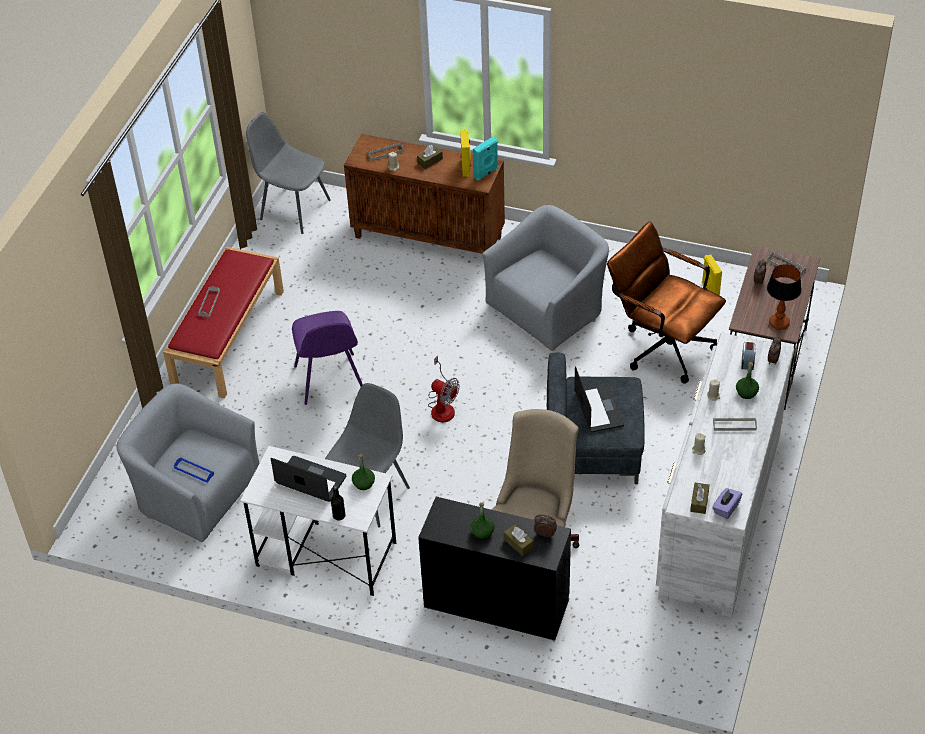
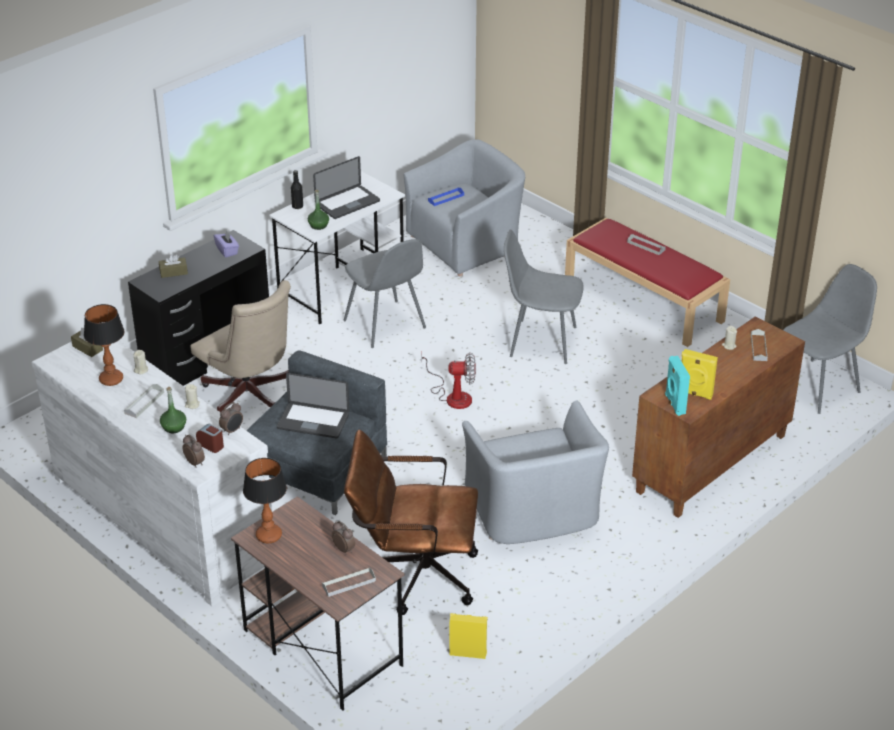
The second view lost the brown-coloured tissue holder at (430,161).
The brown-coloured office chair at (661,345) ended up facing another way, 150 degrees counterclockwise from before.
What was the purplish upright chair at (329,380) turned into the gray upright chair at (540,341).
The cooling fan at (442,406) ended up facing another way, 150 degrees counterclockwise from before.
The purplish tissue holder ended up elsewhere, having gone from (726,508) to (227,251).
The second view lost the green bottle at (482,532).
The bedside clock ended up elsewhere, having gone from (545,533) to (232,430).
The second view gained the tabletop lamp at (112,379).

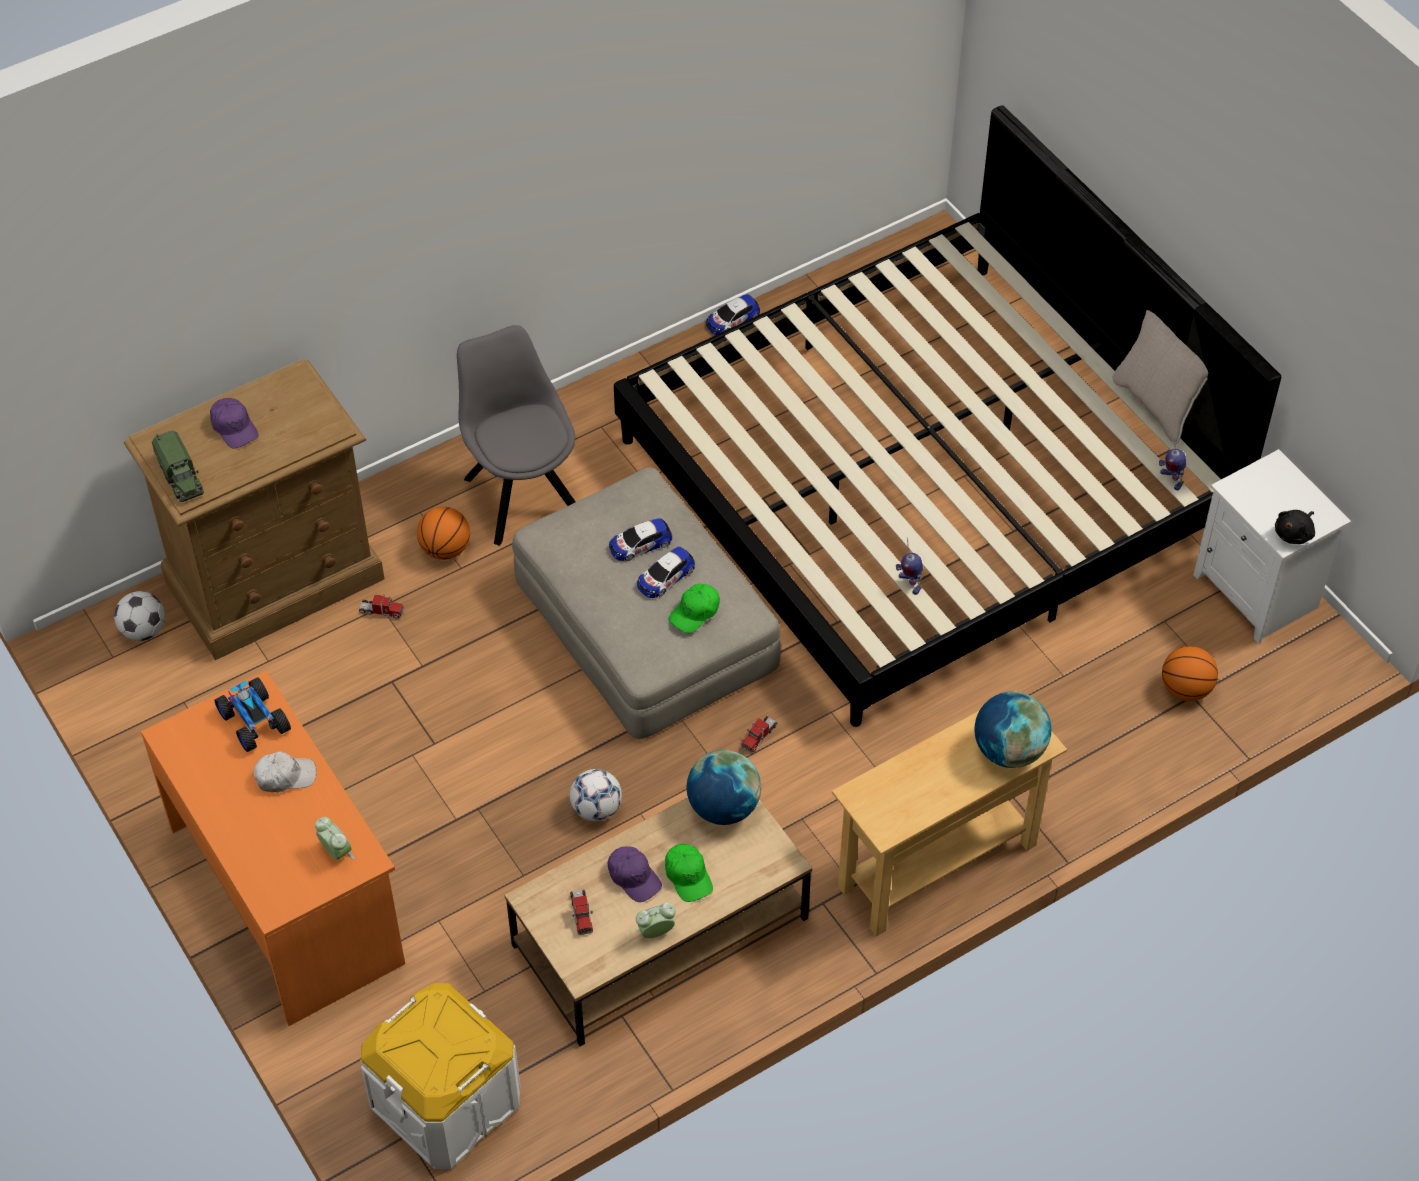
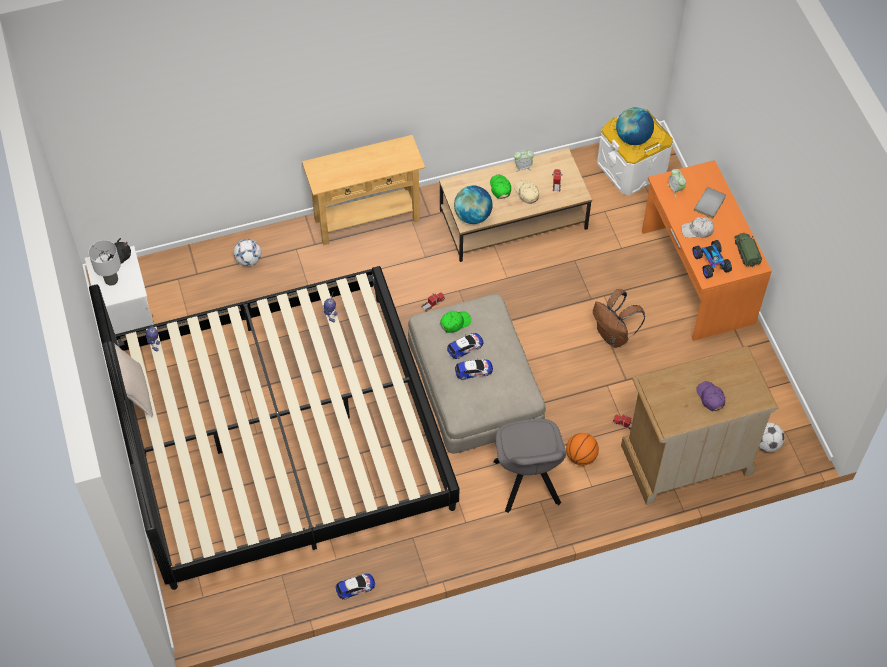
The model truck ended up elsewhere, having gone from (180,477) to (746,252).
The second view lost the ball for basketball at (1185,689).
The world globe ended up elsewhere, having gone from (1009,750) to (633,138).
The ball for football ended up elsewhere, having gone from (596,809) to (248,260).
What was the purplish baseball cap at (634,877) turned into the beige baseball cap at (526,193).
The second view gained the gray book at (710,204).
The second view gained the white-coloured tabletop lamp at (111,281).
The second view gained the brown-coloured rucksack at (614,336).

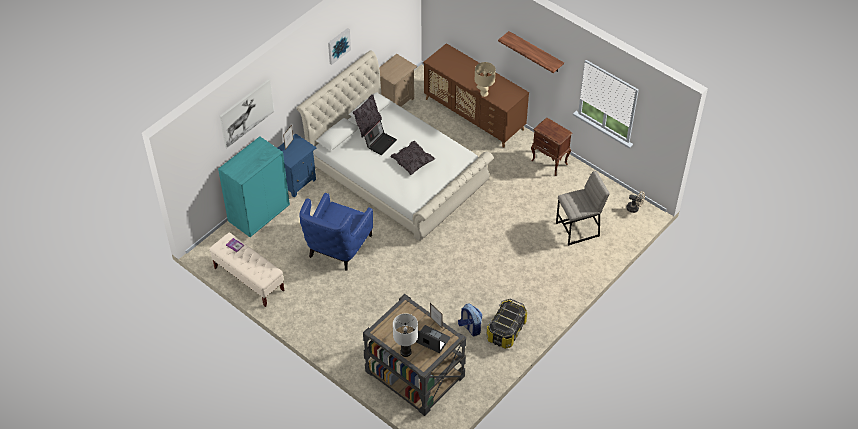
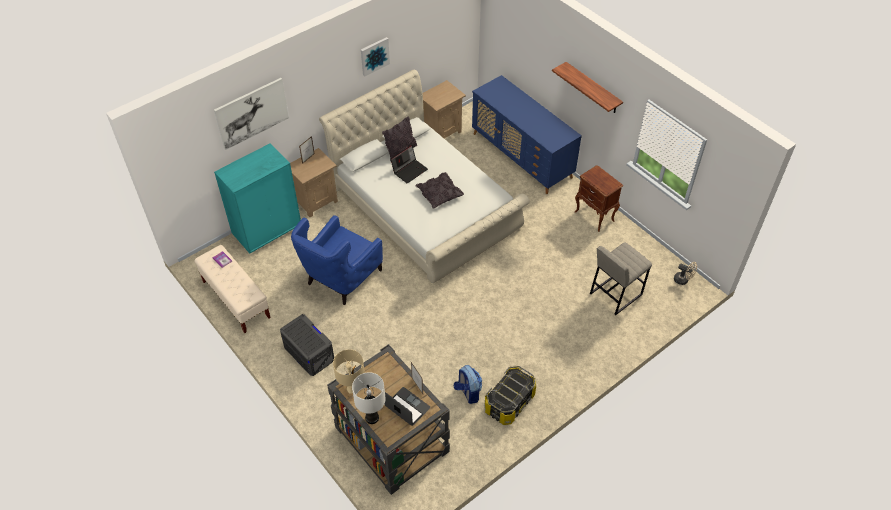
What was the brown-coloured drawer chest at (474,114) turned into the blue-coloured drawer chest at (521,155).
The beige tabletop lamp ended up elsewhere, having gone from (484,93) to (352,388).
What was the blue-coloured bedside table at (297,182) turned into the beige bedside table at (317,201).
The gray upright chair at (578,229) ended up facing another way, 150 degrees clockwise from before.
The second view gained the gray storage box at (309,353).

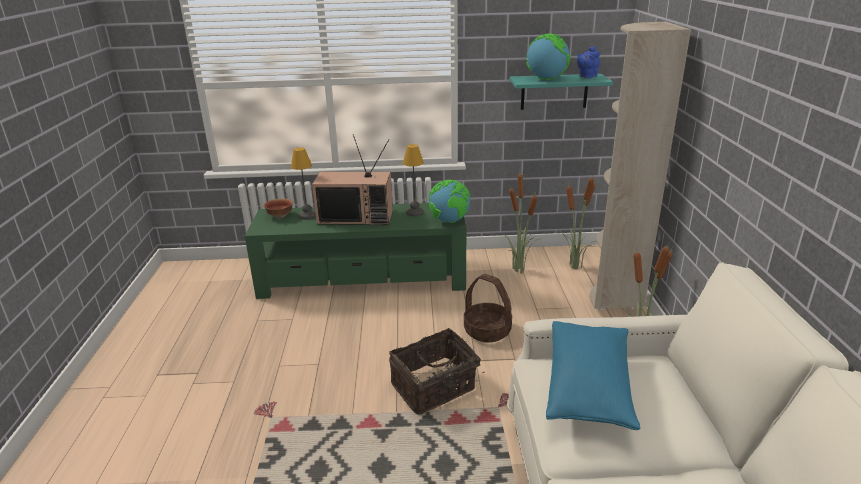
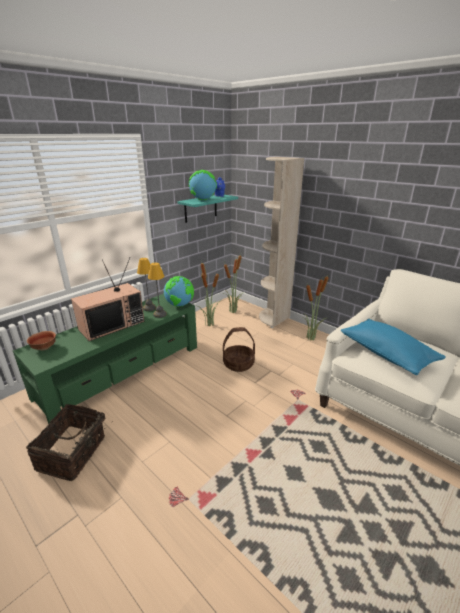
The tabletop lamp ended up elsewhere, having gone from (307,216) to (159,314).
The storage basket ended up elsewhere, having gone from (434,388) to (74,453).

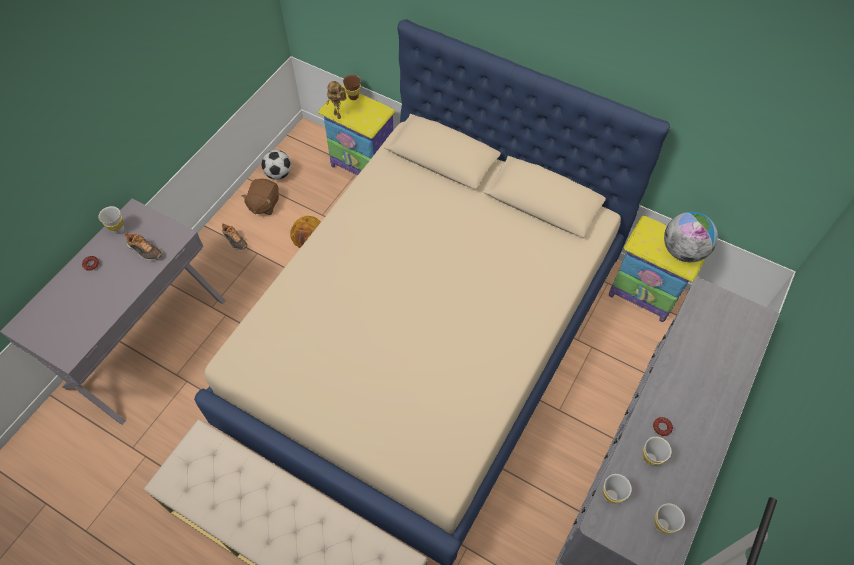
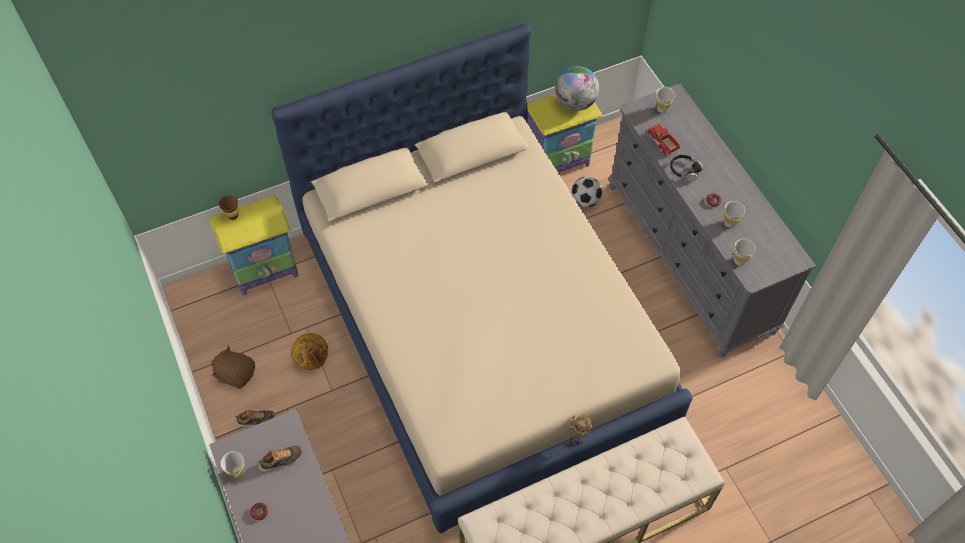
The toy robot ended up elsewhere, having gone from (339,115) to (578,440).
The ball for football ended up elsewhere, having gone from (279,174) to (585,200).
The brown-coloured plush toy at (264,204) ended up facing another way, 150 degrees clockwise from before.
The white-coloured small cup ended up elsewhere, having gone from (661,525) to (662,109).
The second view gained the model truck at (662,142).
The second view gained the black-coloured headphones at (685,170).

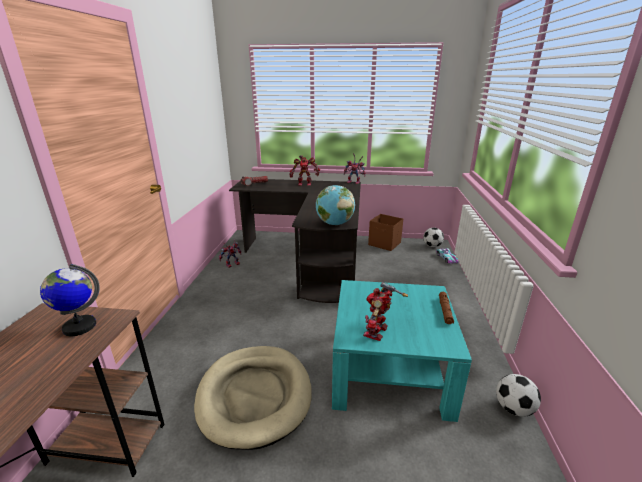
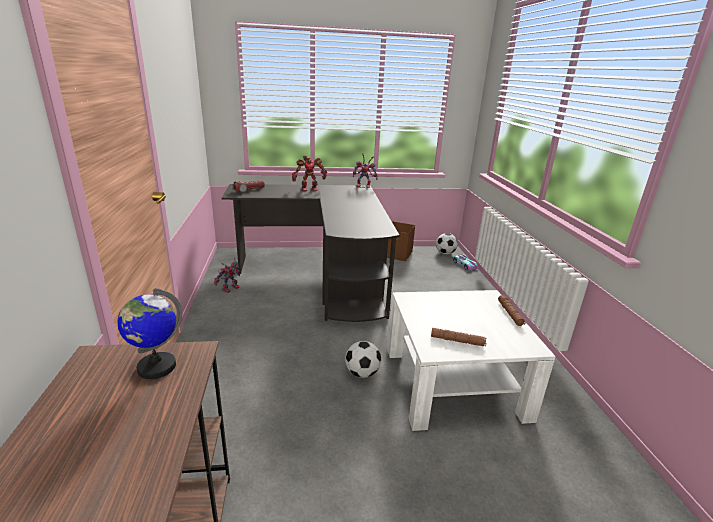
The second view lost the world globe at (334,224).
What was the turquoise coffee table at (390,370) turned into the white-coloured coffee table at (454,383).
Where the toy robot stood at (378,332), the brown-coloured torch came to stand at (457,341).
The second view lost the beige dog bed at (255,396).
The ball for football ended up elsewhere, having gone from (513,408) to (362,373).

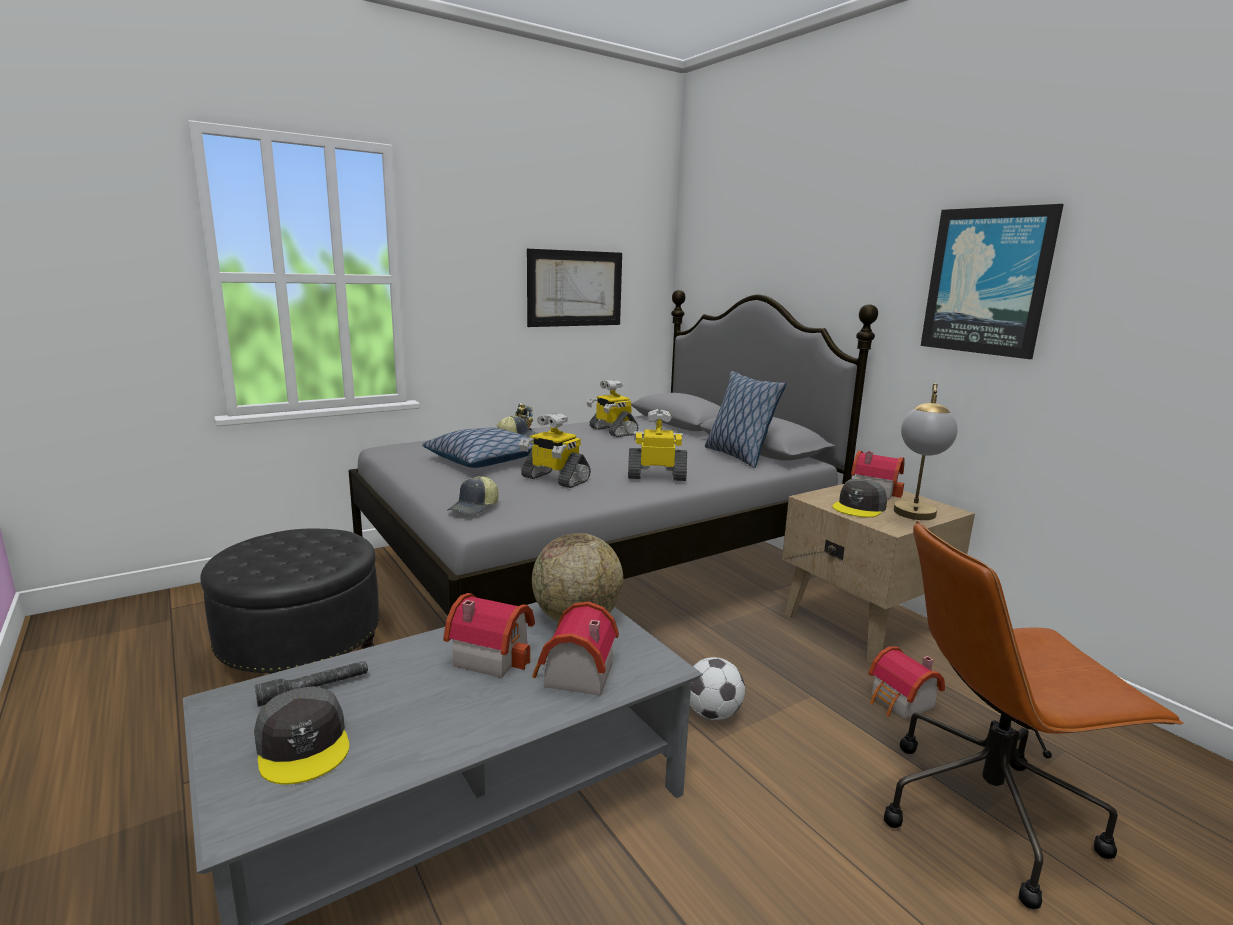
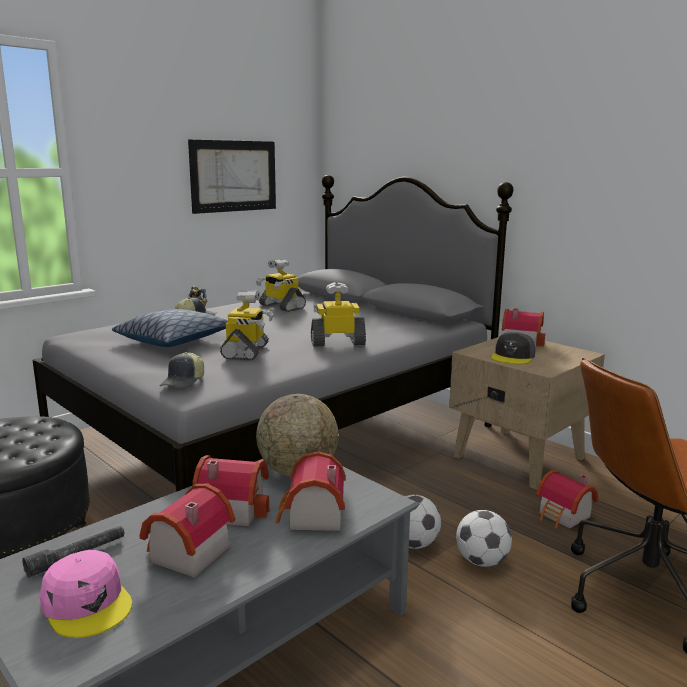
The second view lost the picture at (987,281).
The second view lost the pillow at (737,456).
The second view lost the tabletop lamp at (914,518).
The toy robot at (554,479) ended up facing another way, 105 degrees counterclockwise from before.
What was the gray baseball cap at (303,745) turned into the pinkish baseball cap at (87,603).
The second view gained the model house at (185,554).
The second view gained the ball for football at (481,561).

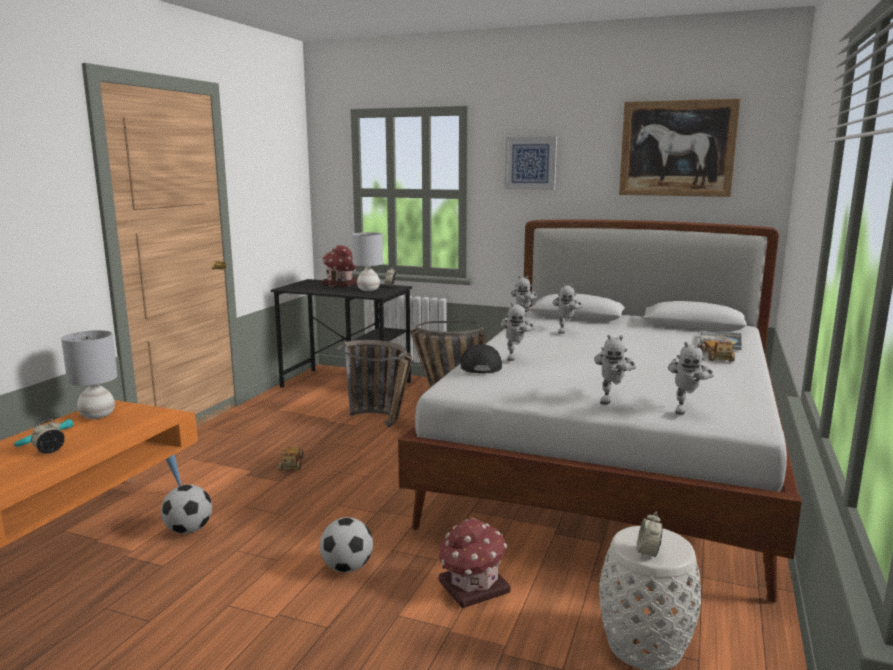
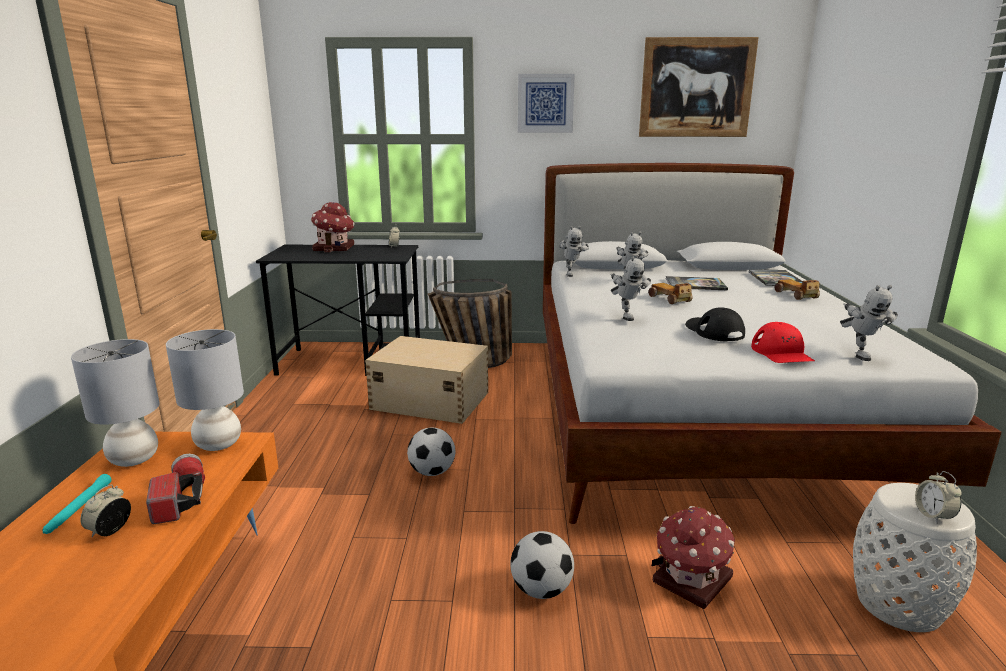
The gray tabletop lamp ended up elsewhere, having gone from (368,290) to (217,445).
Where the toy robot stood at (611,400), the reddish baseball cap came to stand at (782,353).
Where the storage basket stood at (383,421), the beige storage box came to stand at (429,400).
The black-coloured baseball cap ended up elsewhere, having gone from (480,365) to (714,331).
The model car ended up elsewhere, having gone from (291,464) to (670,299).
The ball for football ended up elsewhere, having gone from (189,530) to (432,472).
The second view gained the book at (695,284).
The second view gained the torch at (180,499).

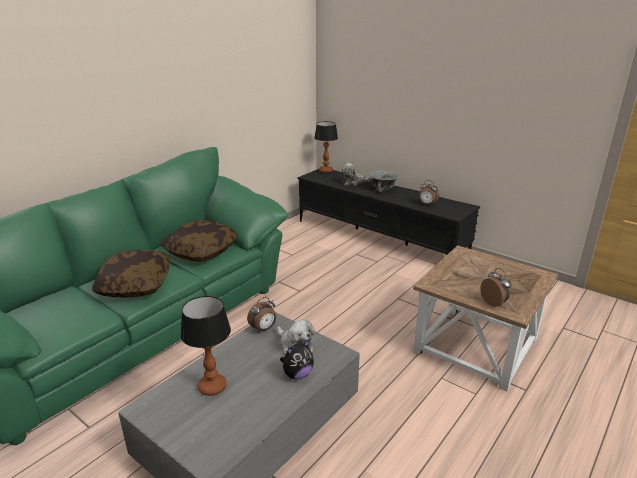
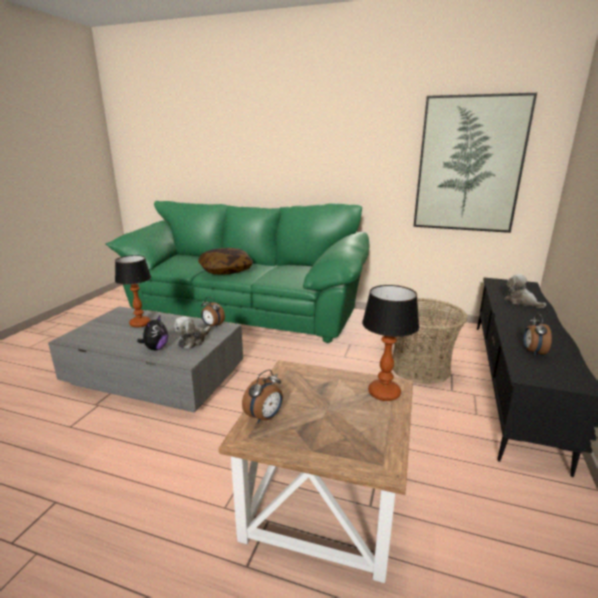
The tabletop lamp ended up elsewhere, having gone from (325,171) to (384,393).
The second view lost the gray bowl at (383,189).
The second view lost the pillow at (201,251).
The plush toy at (297,374) ended up facing another way, 105 degrees counterclockwise from before.
The second view gained the picture at (469,165).
The second view gained the storage basket at (420,367).

